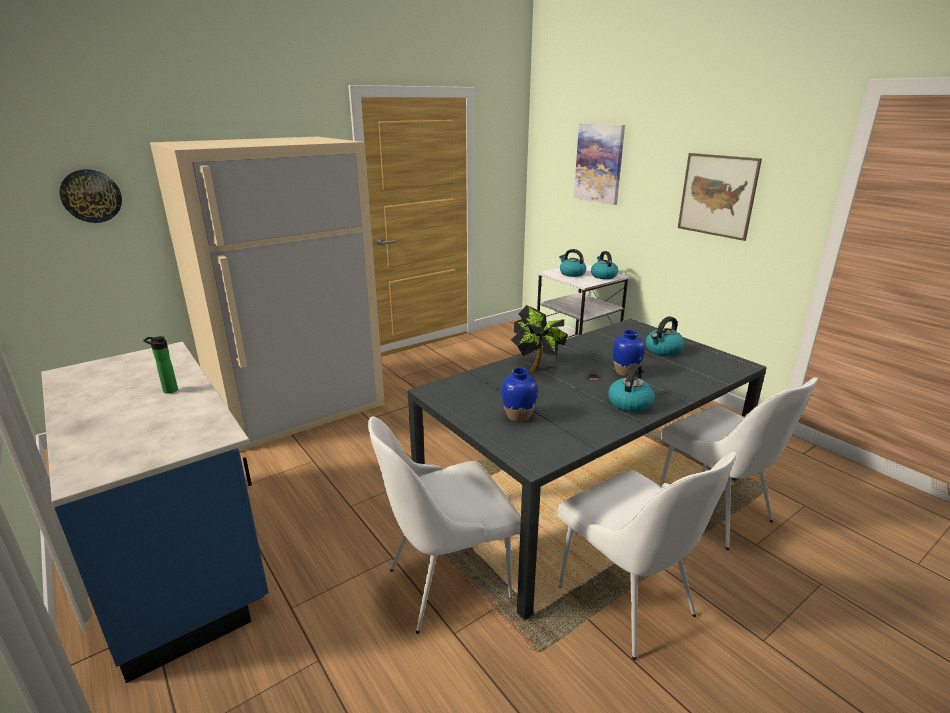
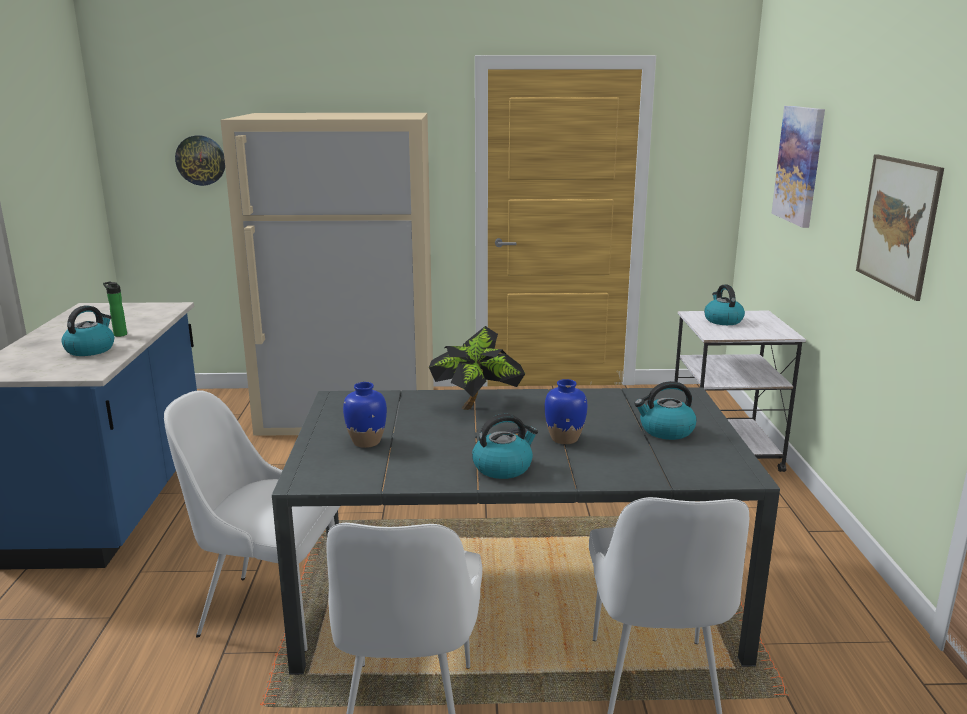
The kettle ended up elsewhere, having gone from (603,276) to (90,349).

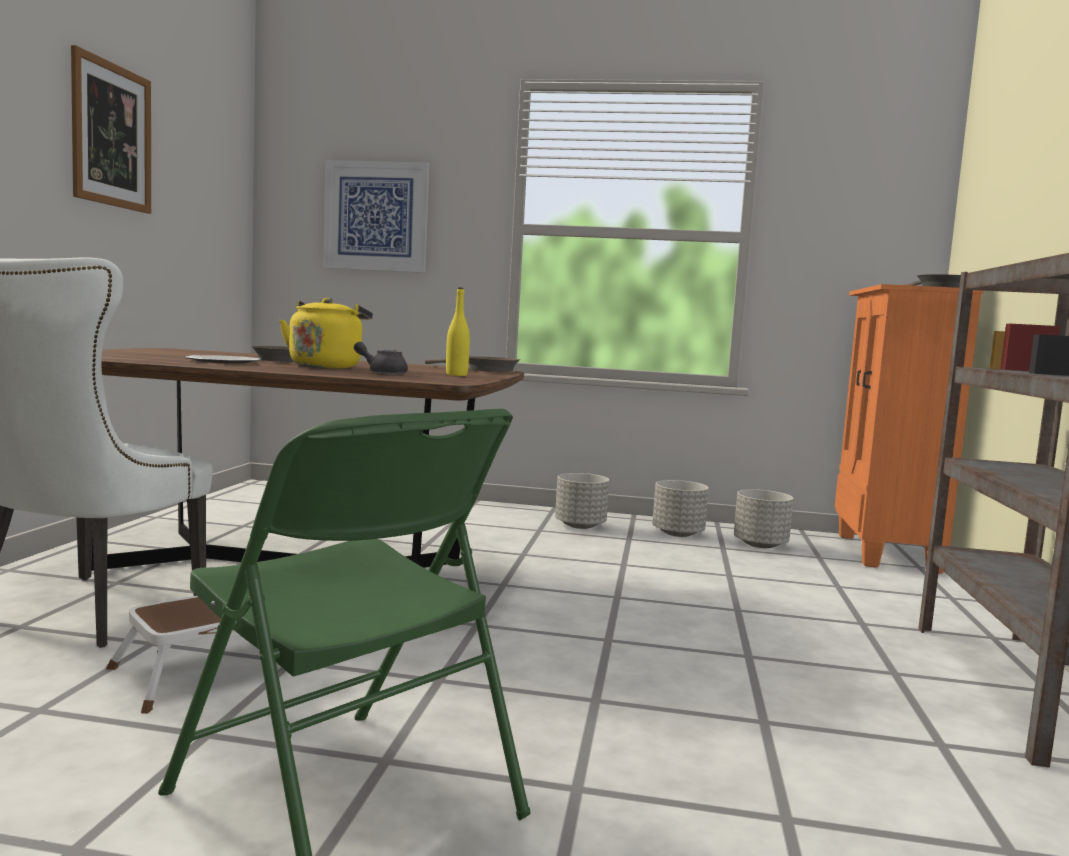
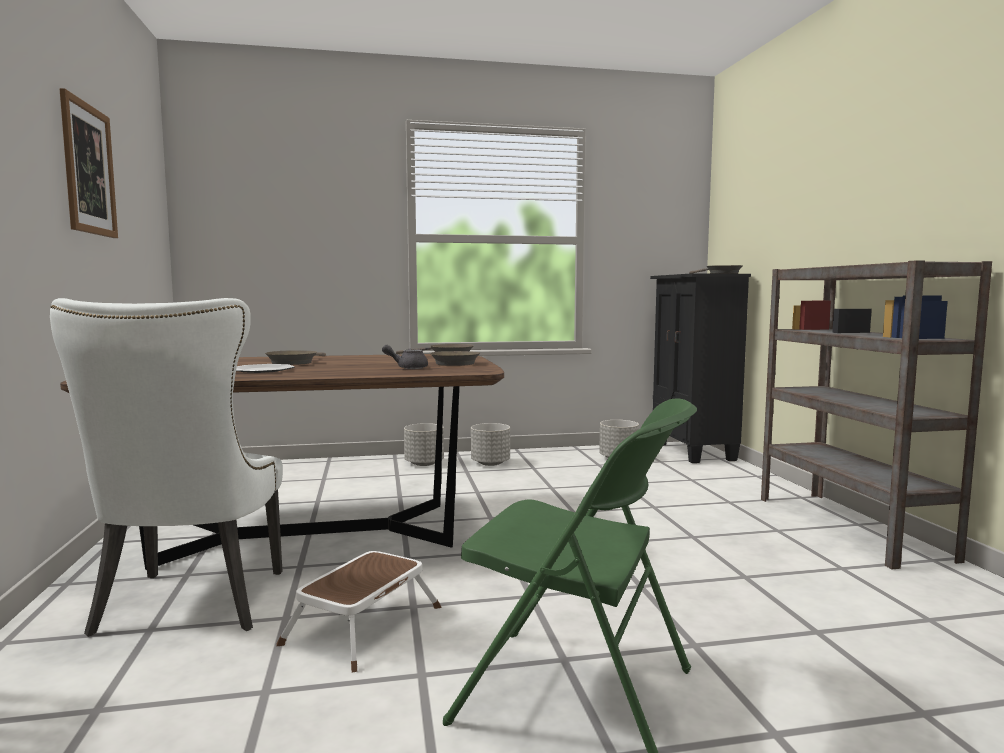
The second view lost the picture at (376,216).
What was the orange storage cabinet at (883,553) turned into the black-coloured storage cabinet at (692,452).
Where the yellowish bottle stood at (456,375), the brown-coloured skillet came to stand at (454,363).
The second view lost the yellowish kettle at (326,367).
The gray plant pot ended up elsewhere, having gone from (678,534) to (424,463).

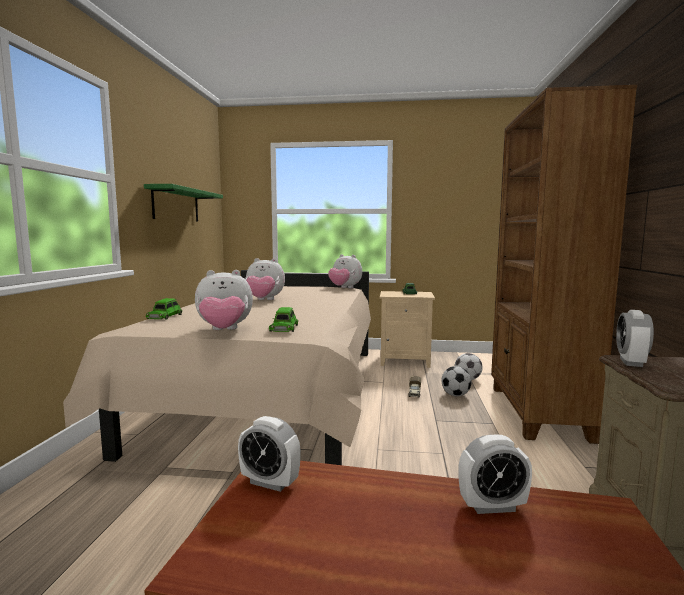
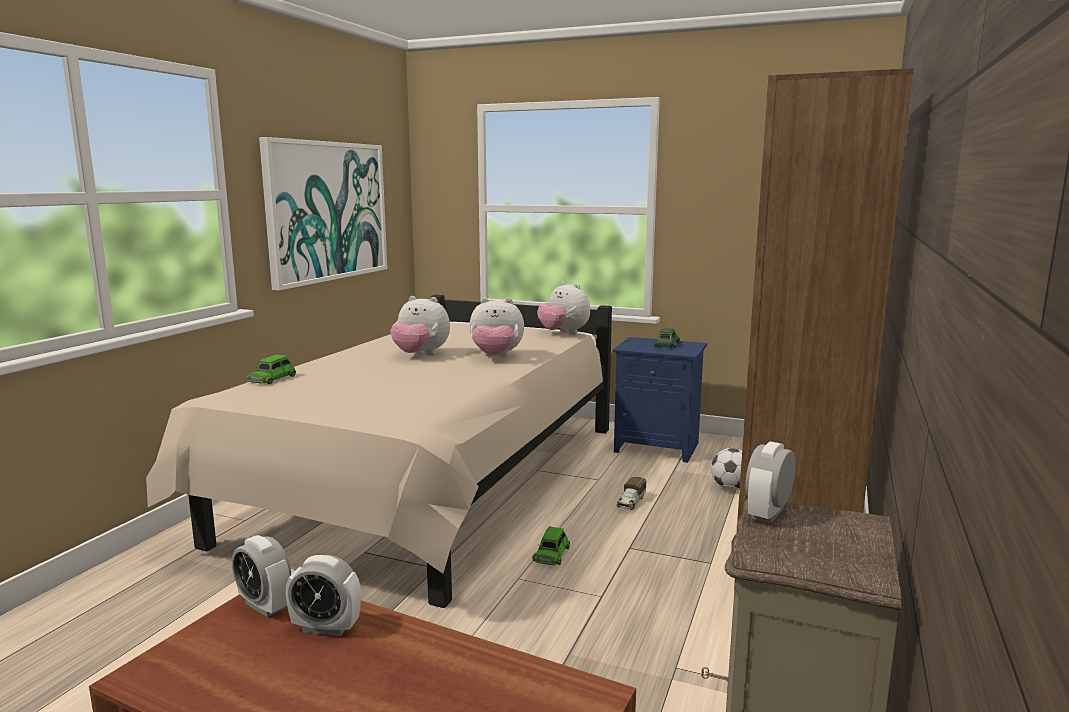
Where the green bracket shelf hung at (176,205), the picture came to hang at (327,211).
The plush toy ended up elsewhere, having gone from (224,330) to (496,357).
What was the beige bedside table at (405,361) turned into the blue-coloured bedside table at (658,447).
The green model car ended up elsewhere, having gone from (284,328) to (551,554).
The second view lost the ball for football at (456,395).
The bedside clock ended up elsewhere, having gone from (492,506) to (326,628).

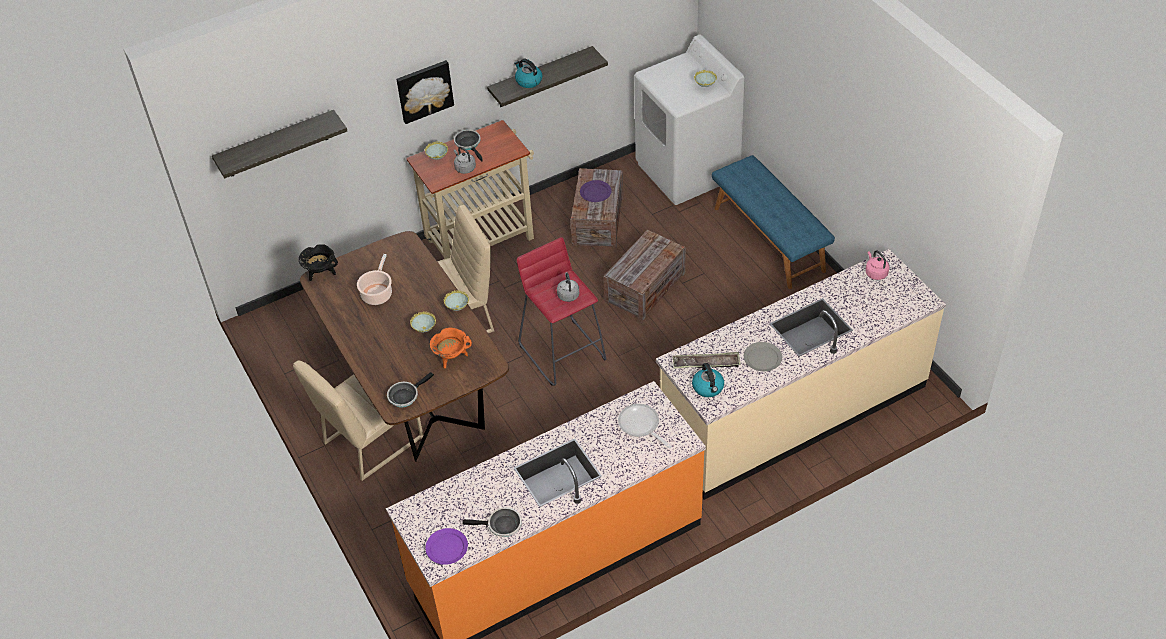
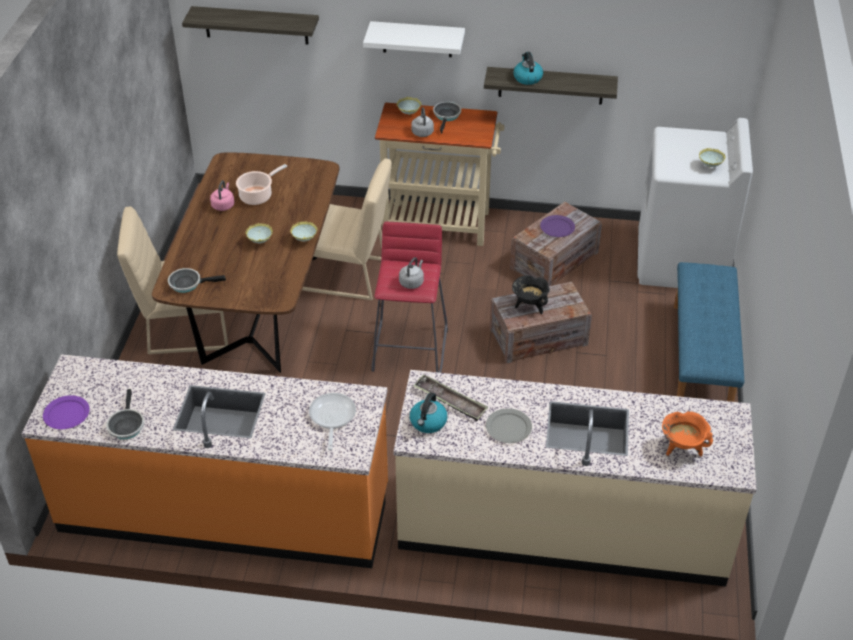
Where the picture hung at (424,90), the white-coloured bracket shelf came to hang at (417,39).
The black-coloured stockpot ended up elsewhere, having gone from (321,273) to (530,306).
The pinkish kettle ended up elsewhere, having gone from (875,273) to (223,205).
The orange stockpot ended up elsewhere, having gone from (451,358) to (682,448).
The skillet at (501,526) ended up facing another way, 45 degrees clockwise from before.

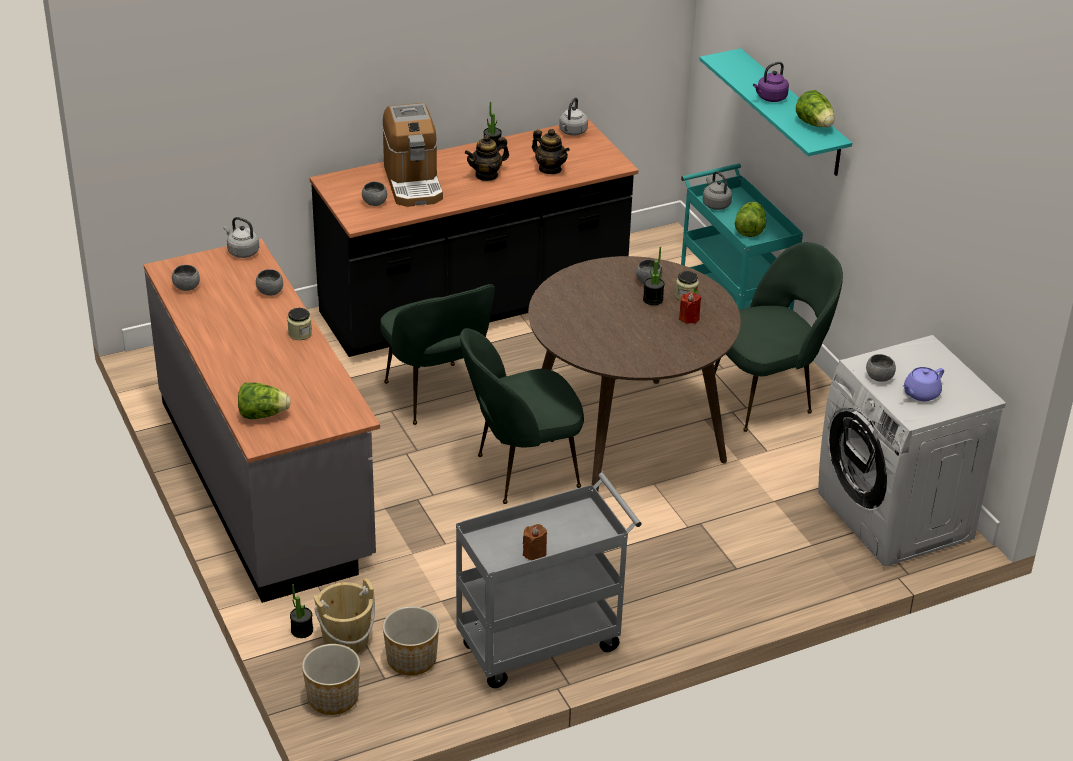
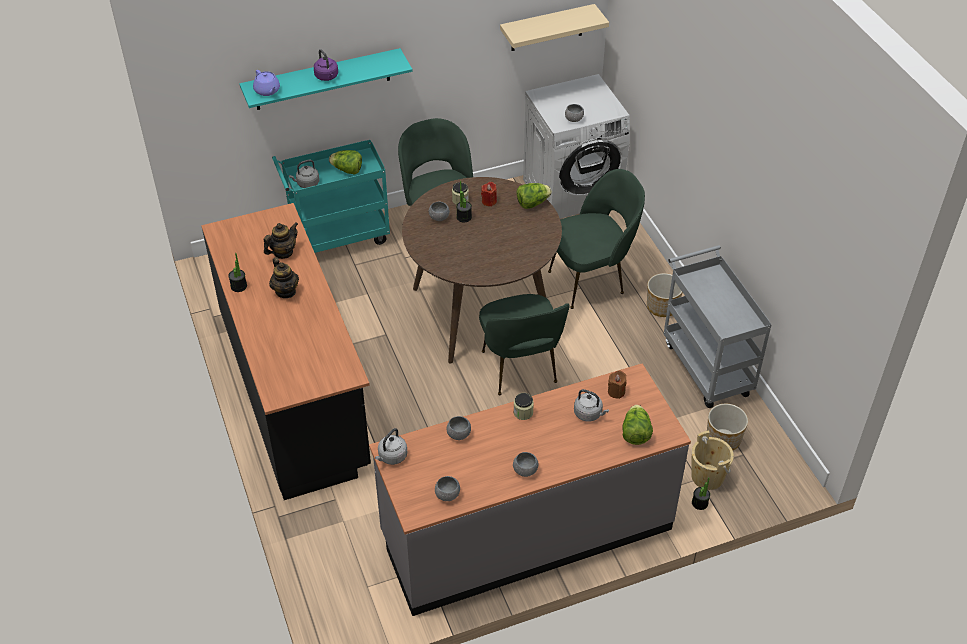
The lettuce ended up elsewhere, having gone from (815,124) to (532,203).
The gray kettle ended up elsewhere, having gone from (572,132) to (589,414).
The second view lost the coffee brewer at (413,183).
The gray bowl ended up elsewhere, having gone from (374,203) to (525,470).
The green upright chair ended up elsewhere, having gone from (437,399) to (592,281).
The purplish pot for tea ended up elsewhere, having gone from (920,394) to (267,91).
The brown-coloured wax light ended up elsewhere, having gone from (534,553) to (616,391).
The plant pot ended up elsewhere, having gone from (332,698) to (662,307).
The second view gained the beige bracket shelf at (547,28).

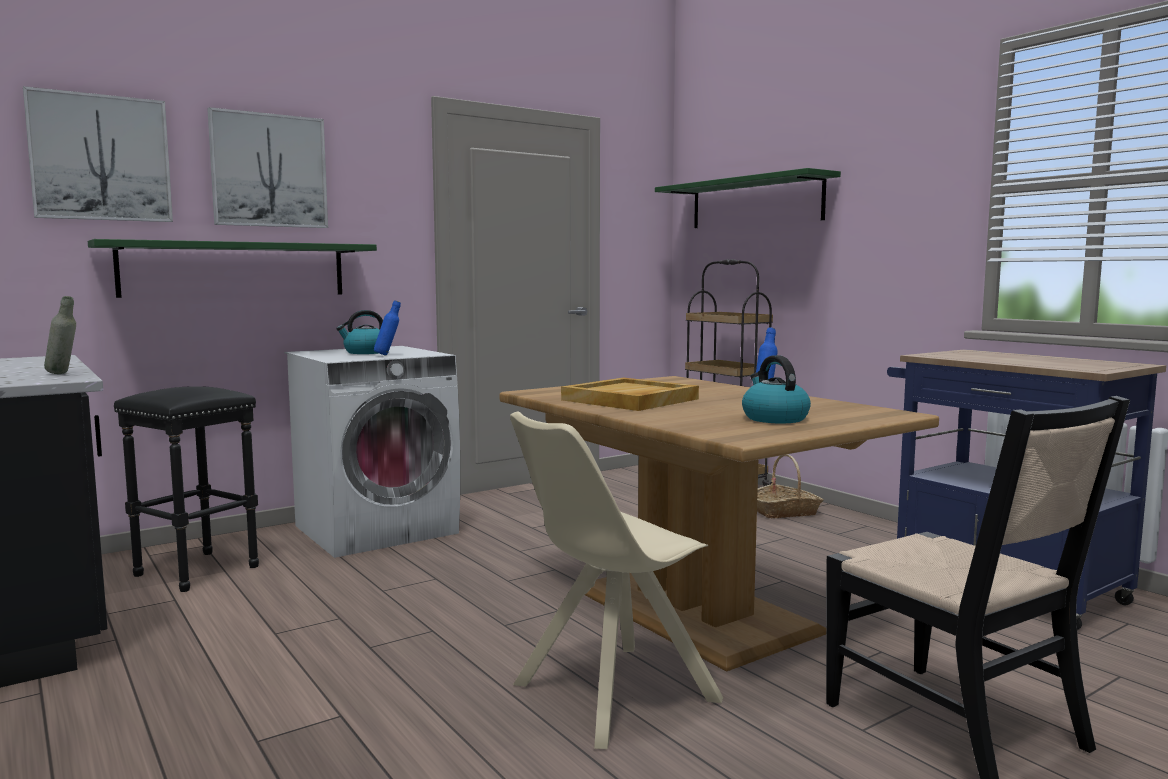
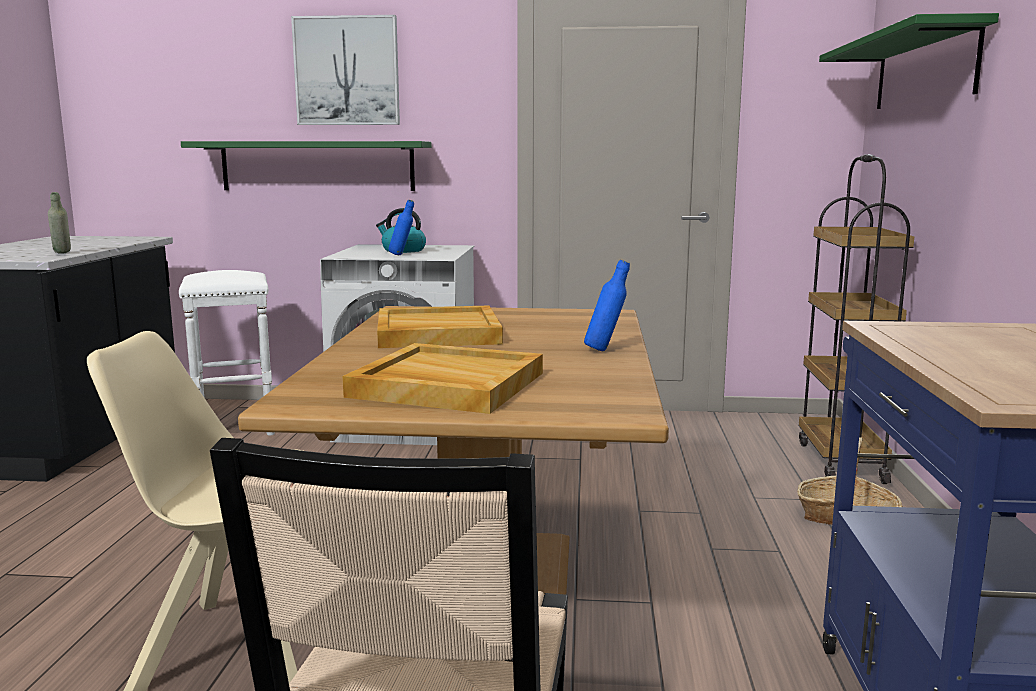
The second view lost the picture at (100,158).
Where the kettle stood at (774,418), the beige serving tray came to stand at (446,385).
What was the black-coloured stool seat at (197,570) turned into the white-coloured stool seat at (237,427).

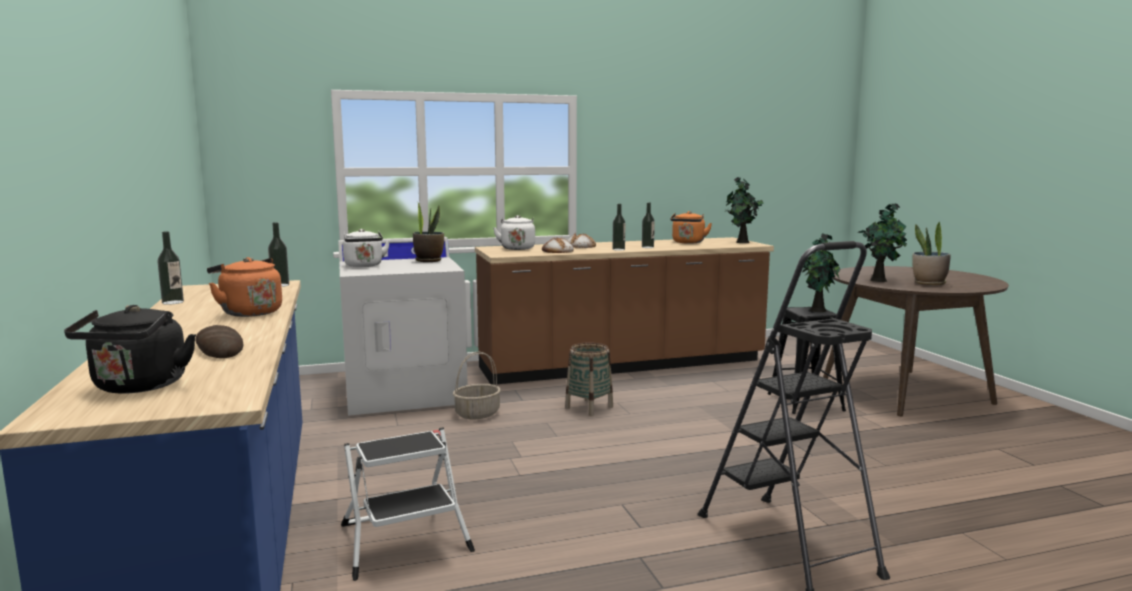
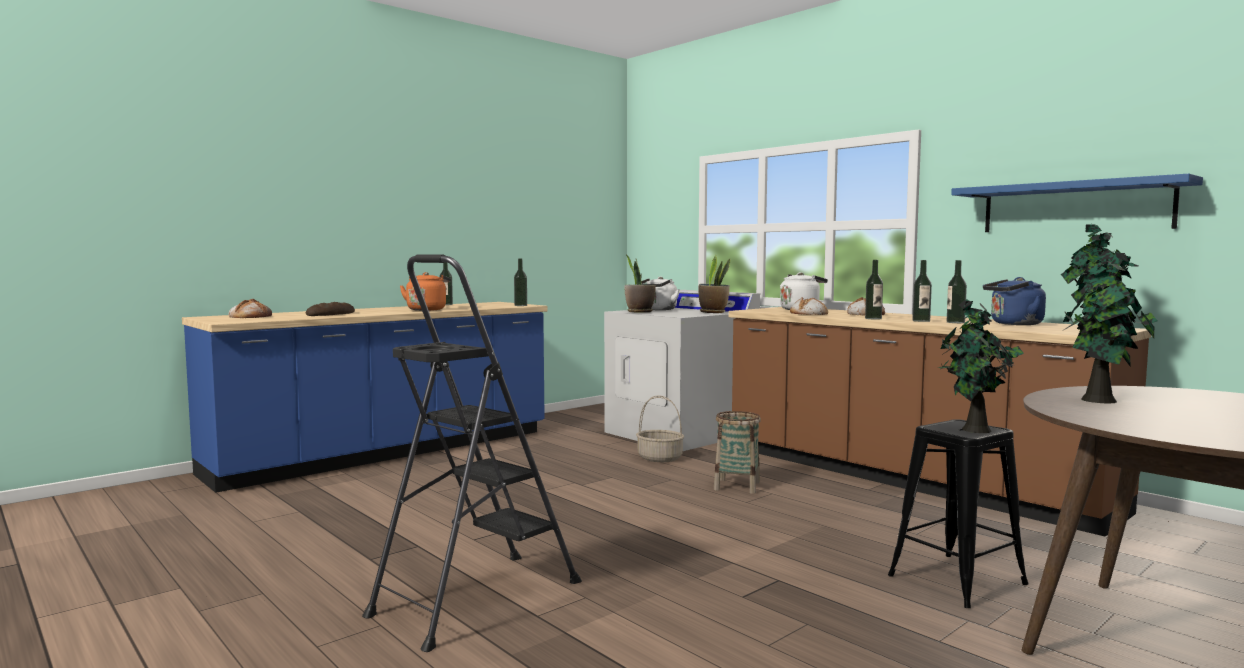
What was the orange kettle at (688,242) turned into the blue-coloured kettle at (1013,324).
The plant in a pot ended up elsewhere, having gone from (929,283) to (639,312).
Where the black-coloured kettle stood at (138,387), the bread came to stand at (250,316).
The second view lost the step ladder at (403,539).
The second view gained the blue-coloured bracket shelf at (1074,207).
The second view gained the bottle at (955,322).

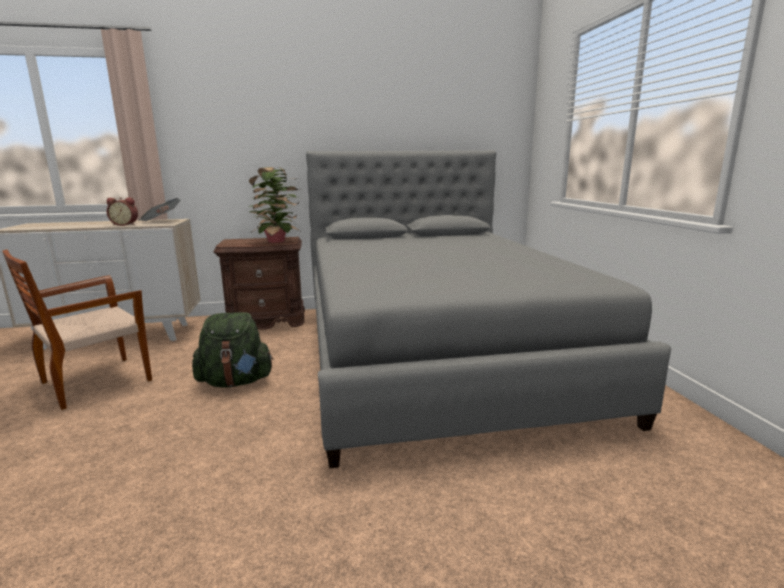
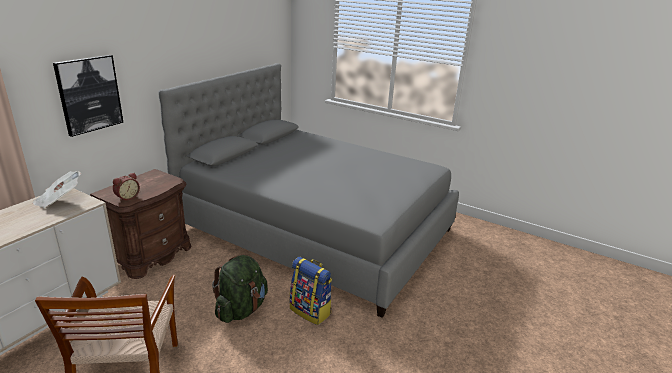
The second view lost the plant in a pot at (278,241).
The bedside clock ended up elsewhere, having gone from (125,225) to (127,197).
The second view gained the picture at (89,94).
The second view gained the rucksack at (311,311).

